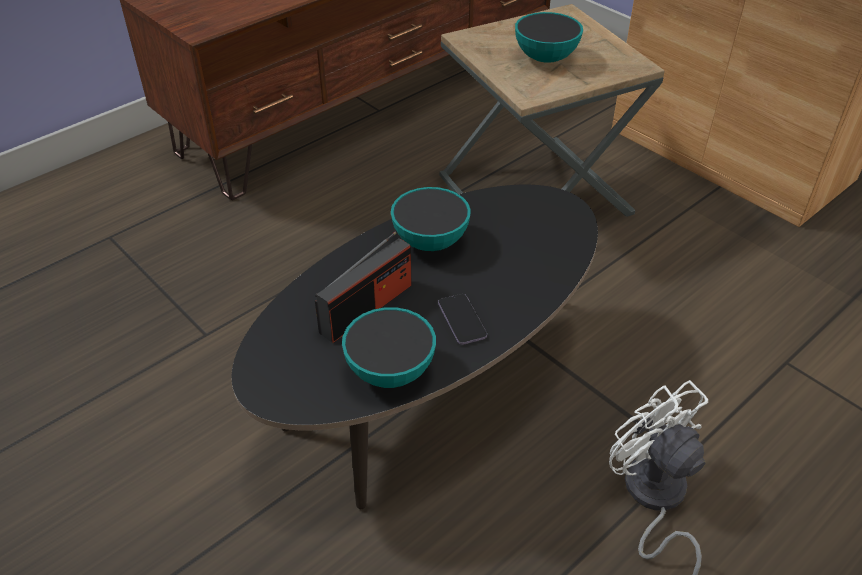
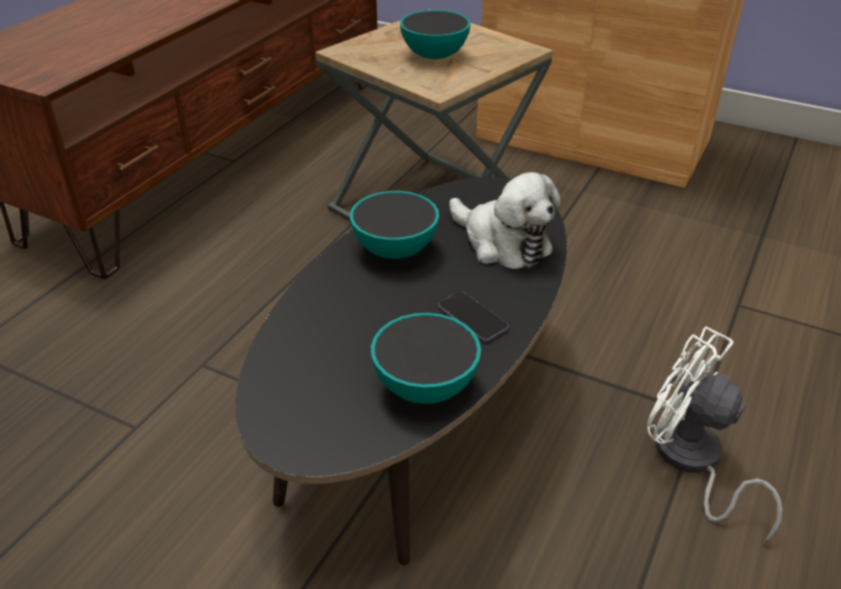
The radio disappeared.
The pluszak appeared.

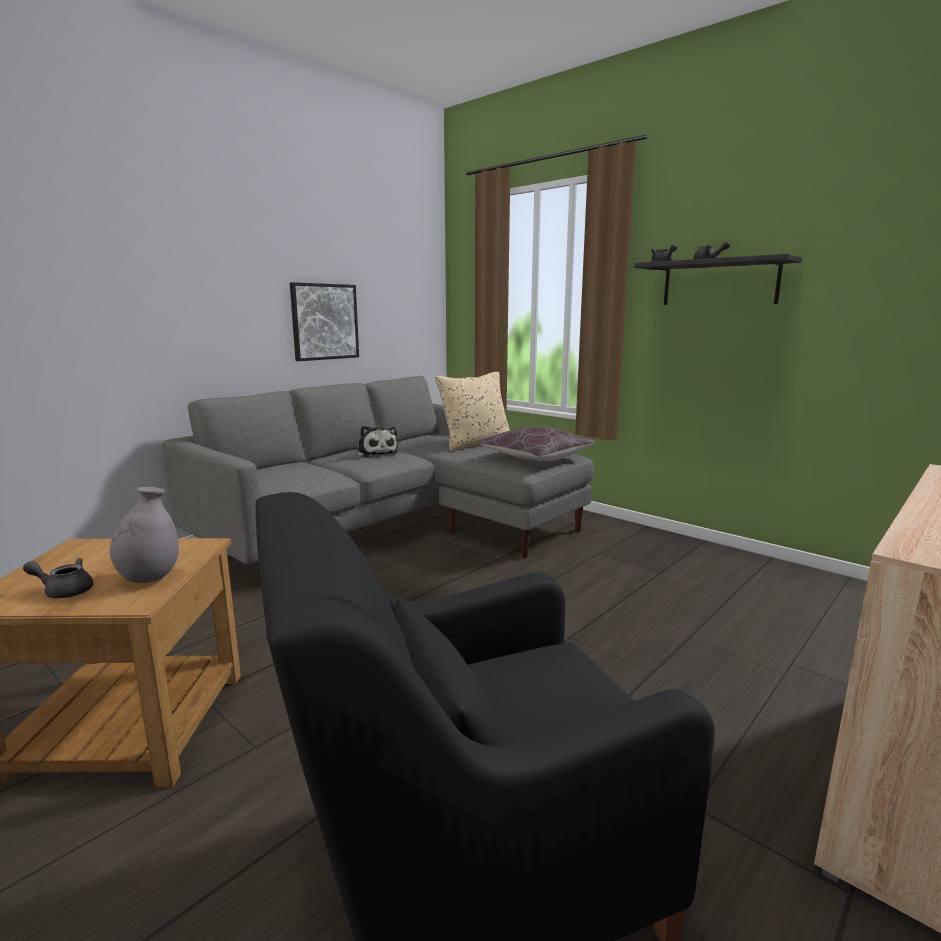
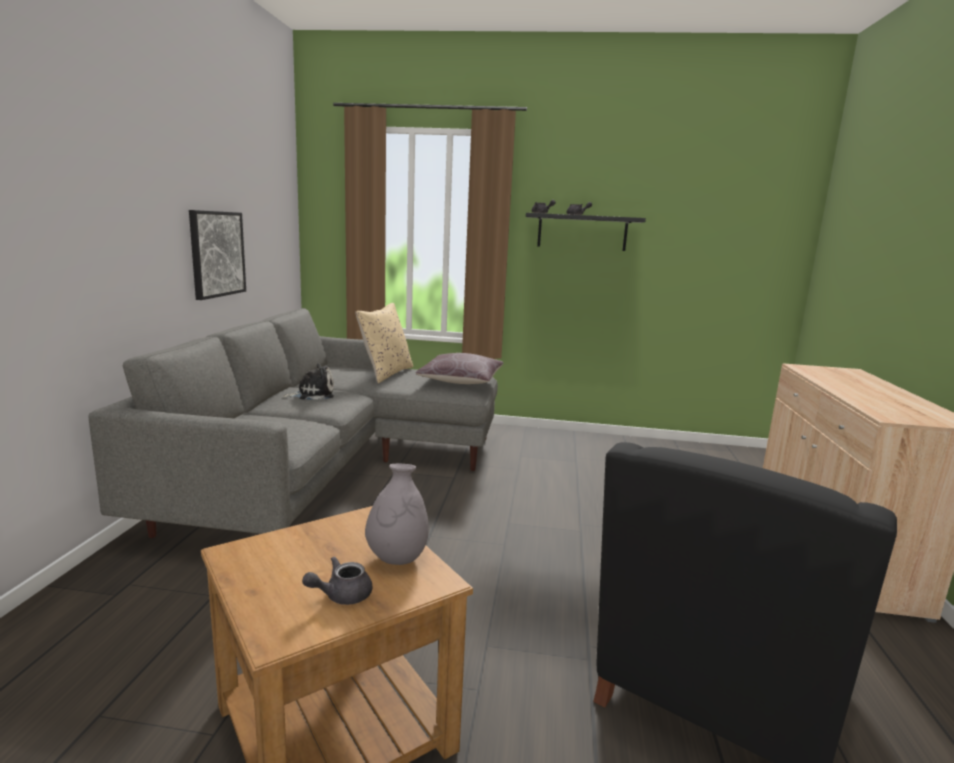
The pluszak turned 45 degrees counterclockwise.

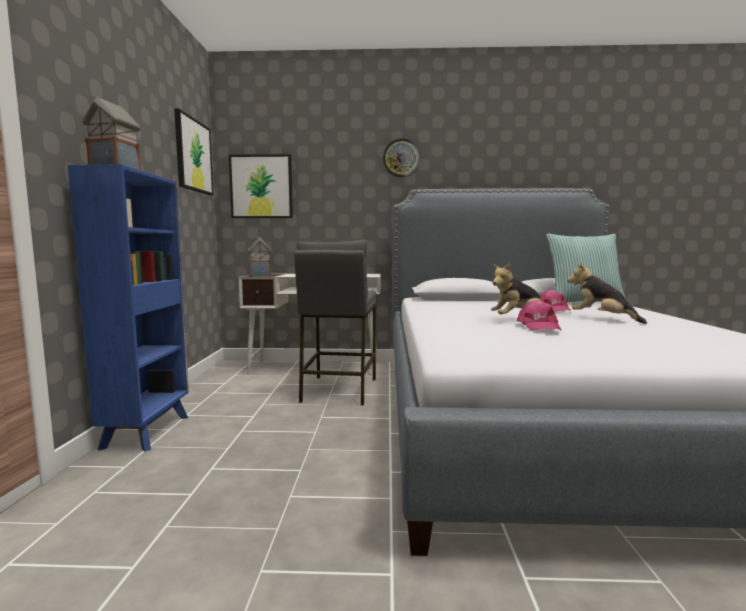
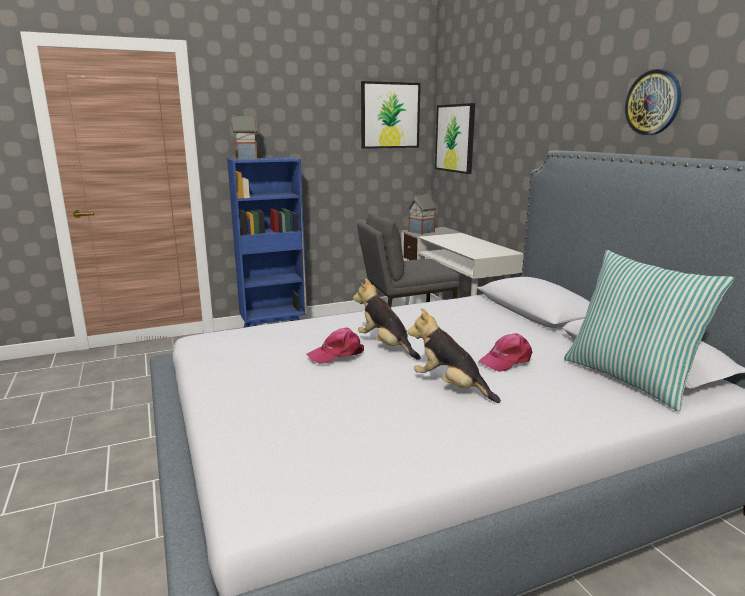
The zegar ścienny moved.
The pluszak (no. 2 from left) turned 75 degrees counterclockwise.

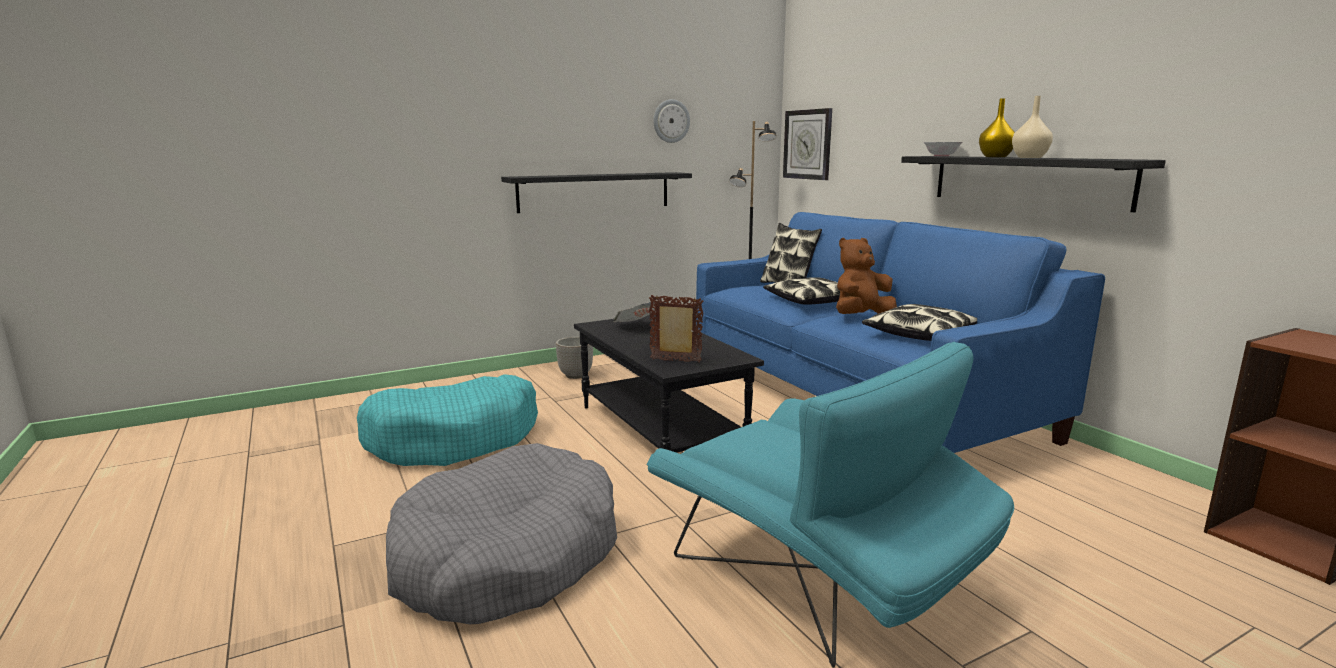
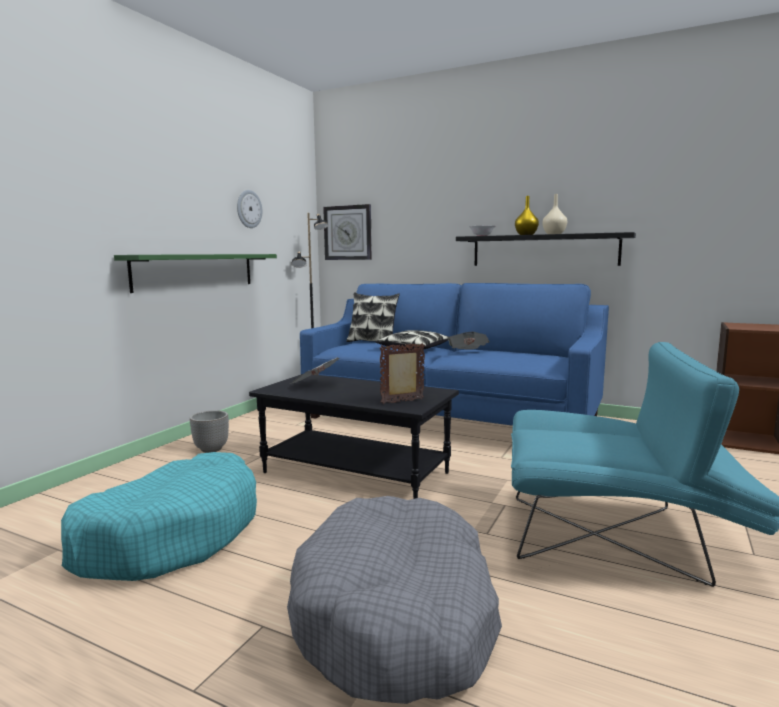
The poduszka (no. 3 from left) disappeared.
The pluszak/brązowy was replaced by the gazeta (no. 2 from left).
The półka/czarny (no. 1 from left) became the półka/zielony.

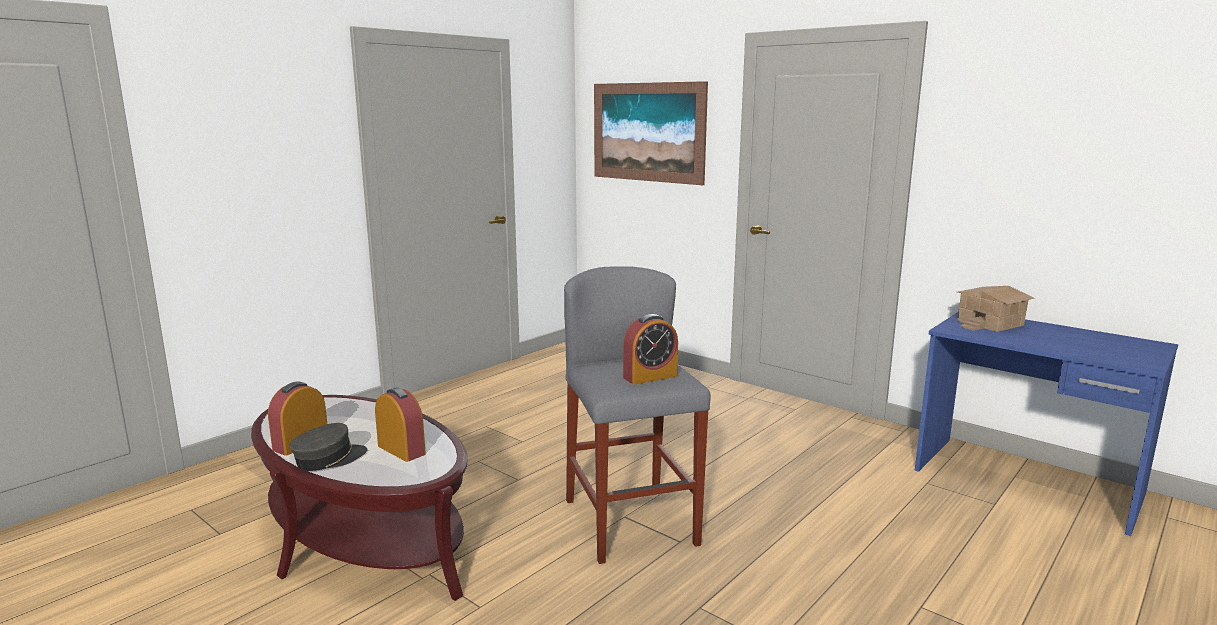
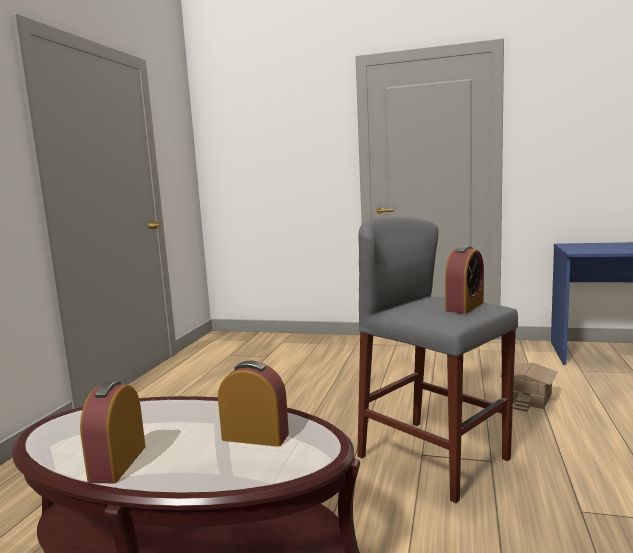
The czapka z daszkiem/szary disappeared.
The obraz disappeared.
The domek moved.

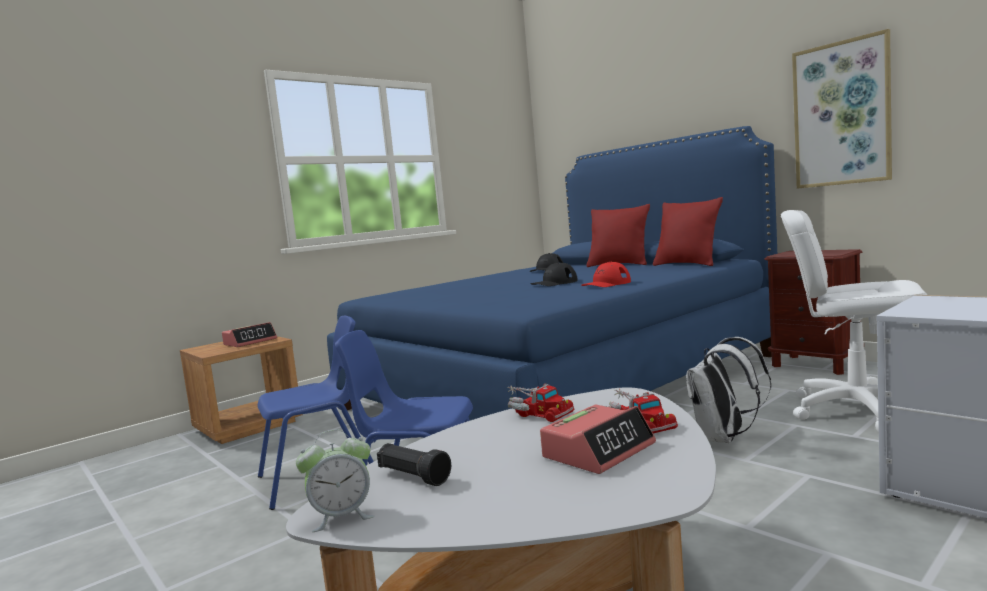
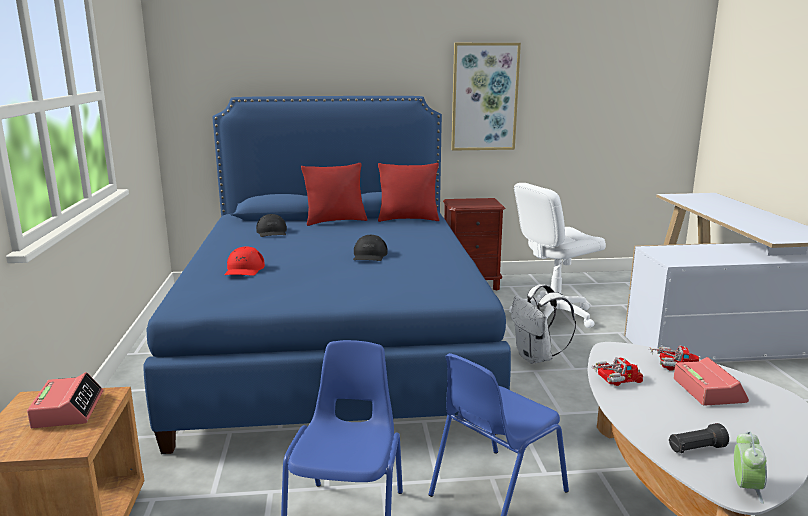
The czapka z daszkiem/czerwony moved.

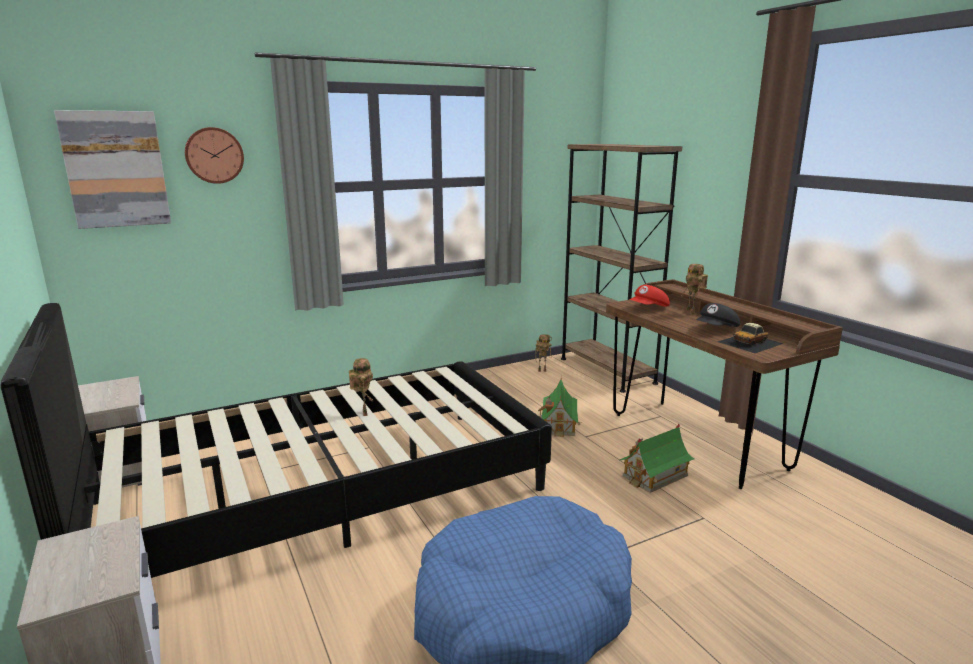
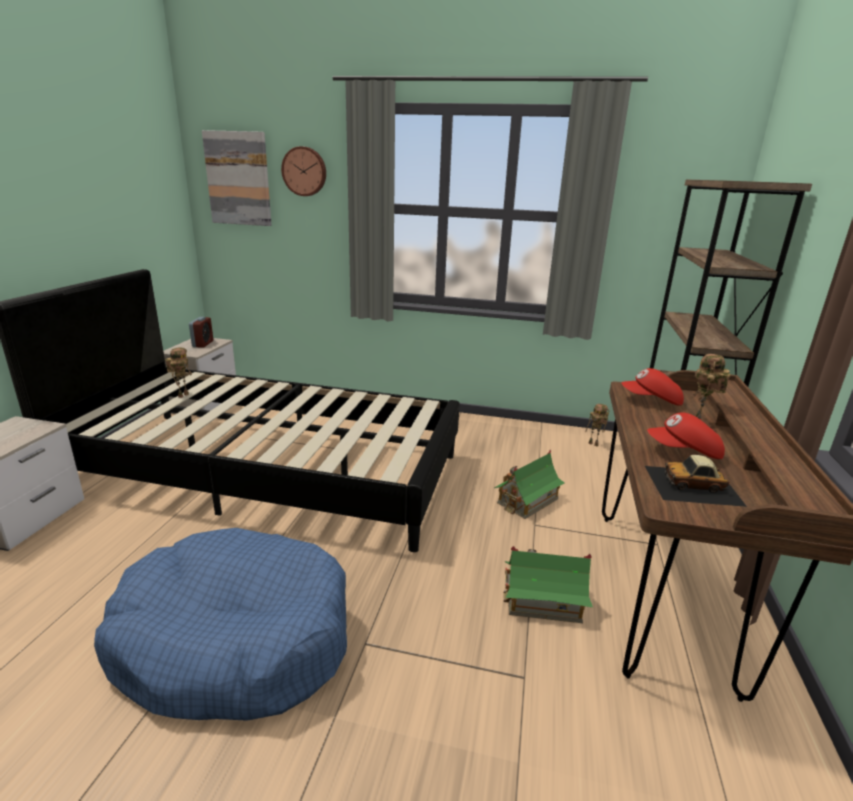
The budzik appeared.
The robot zabawkowy (no. 1 from left) moved.
The czapka z daszkiem/czarny became the czapka z daszkiem/czerwony (no. 2 from left).

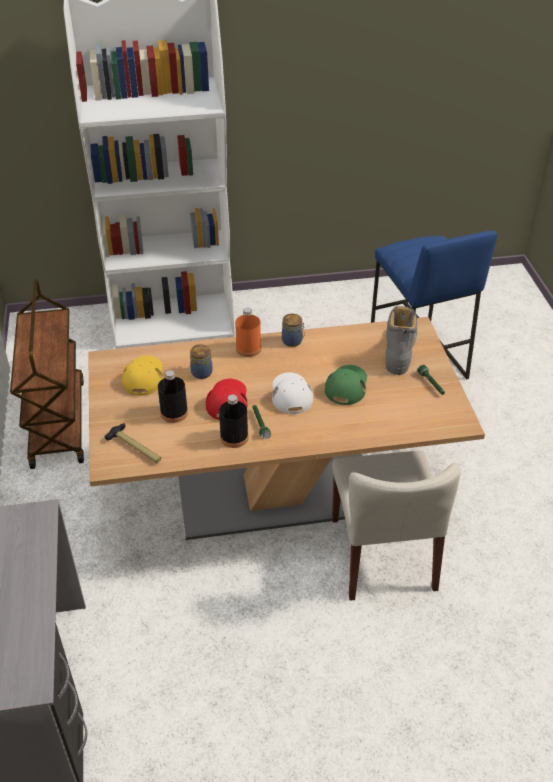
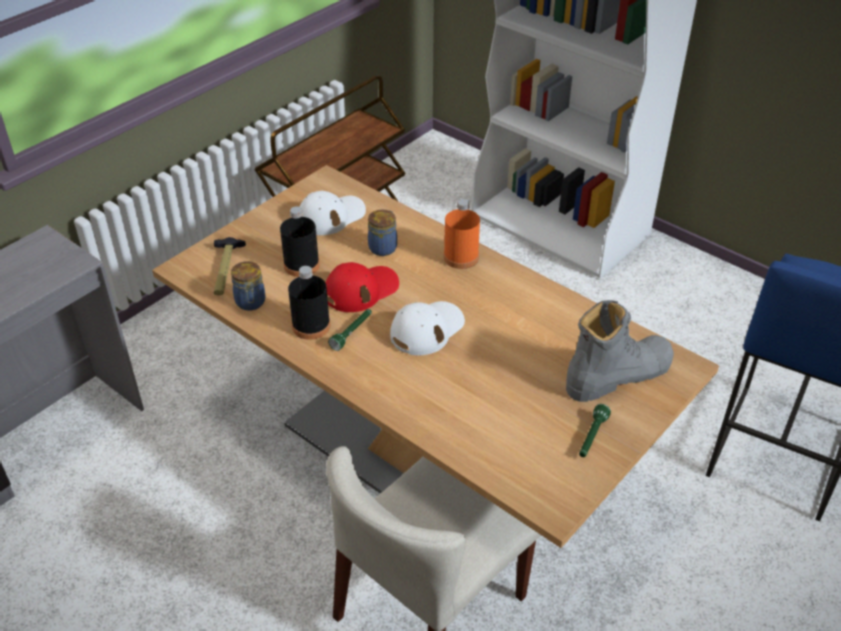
The czapka z daszkiem/zielony disappeared.
The słoik (no. 2 from left in the first image) moved.
The czapka z daszkiem/żółty became the czapka z daszkiem/biały (no. 1 from left).

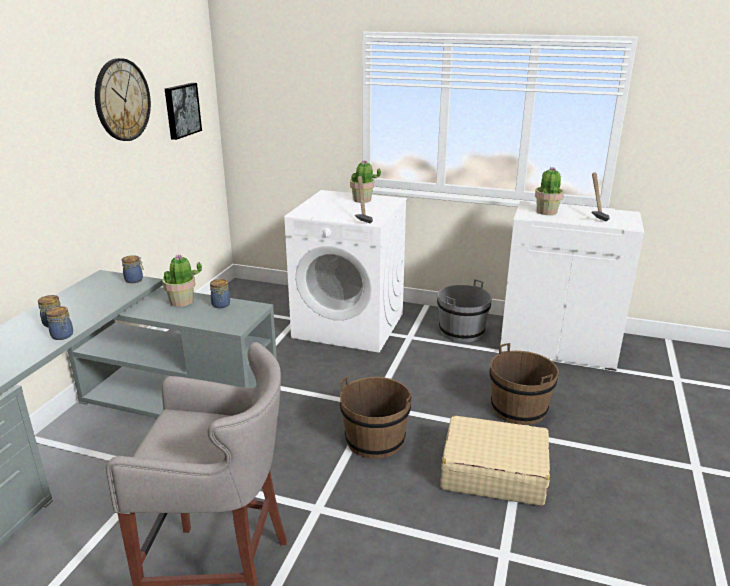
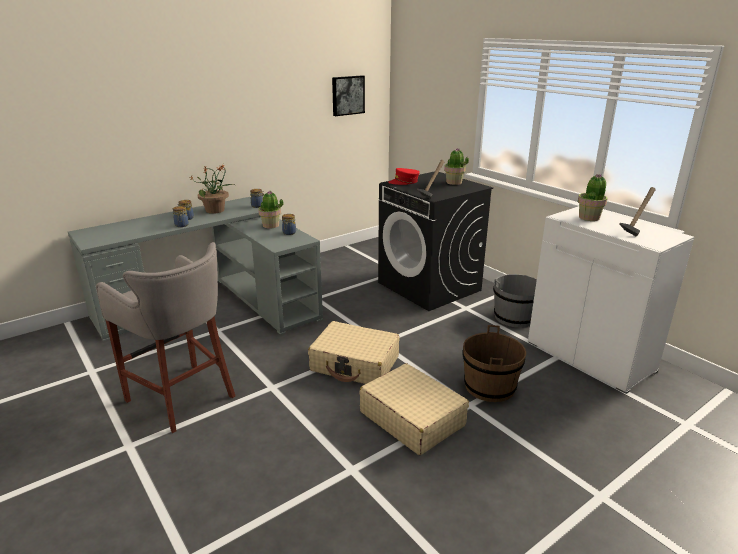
The zegar ścienny disappeared.
The roślina doniczkowa (no. 1 from left) appeared.
The czapka z daszkiem/czerwony appeared.
The wiadro/brązowy (no. 1 from left) was replaced by the walizka/beżowy (no. 1 from left).
The pralka/biały became the pralka/czarny.

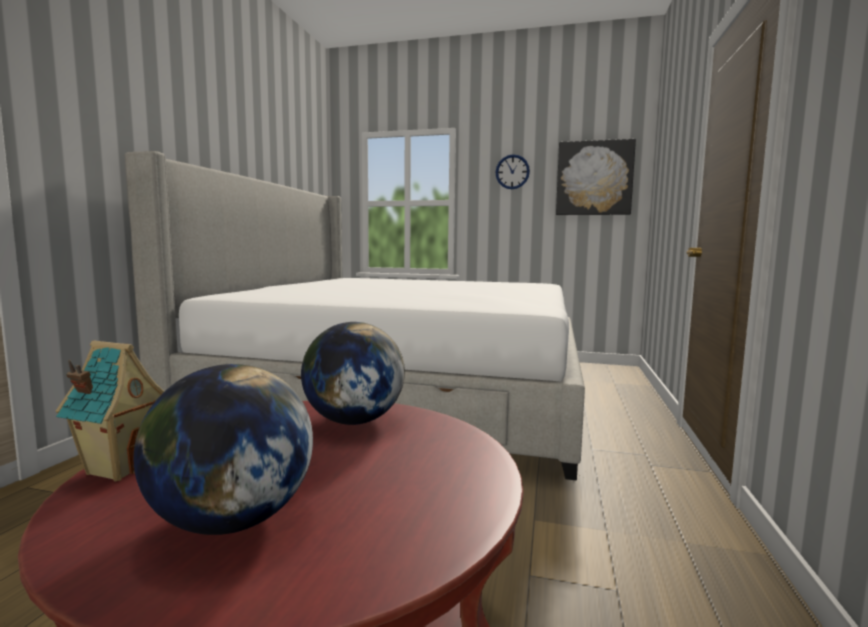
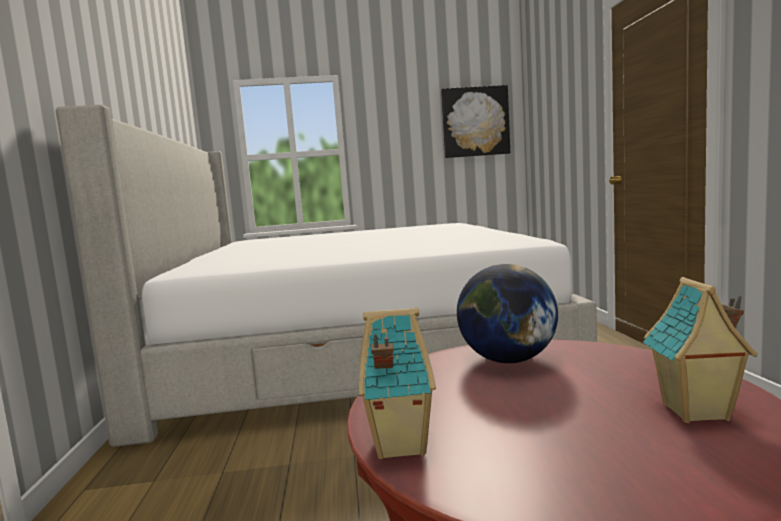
The globus (no. 1 from left) disappeared.
The zegar ścienny disappeared.
The domek (no. 2 from left) appeared.

